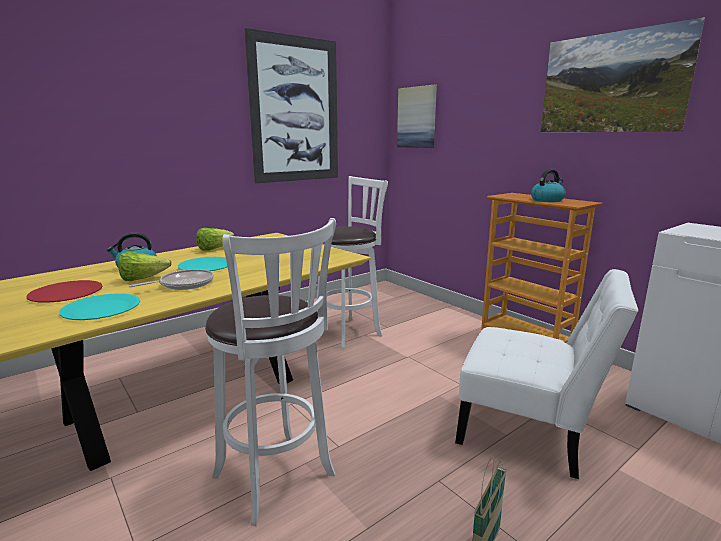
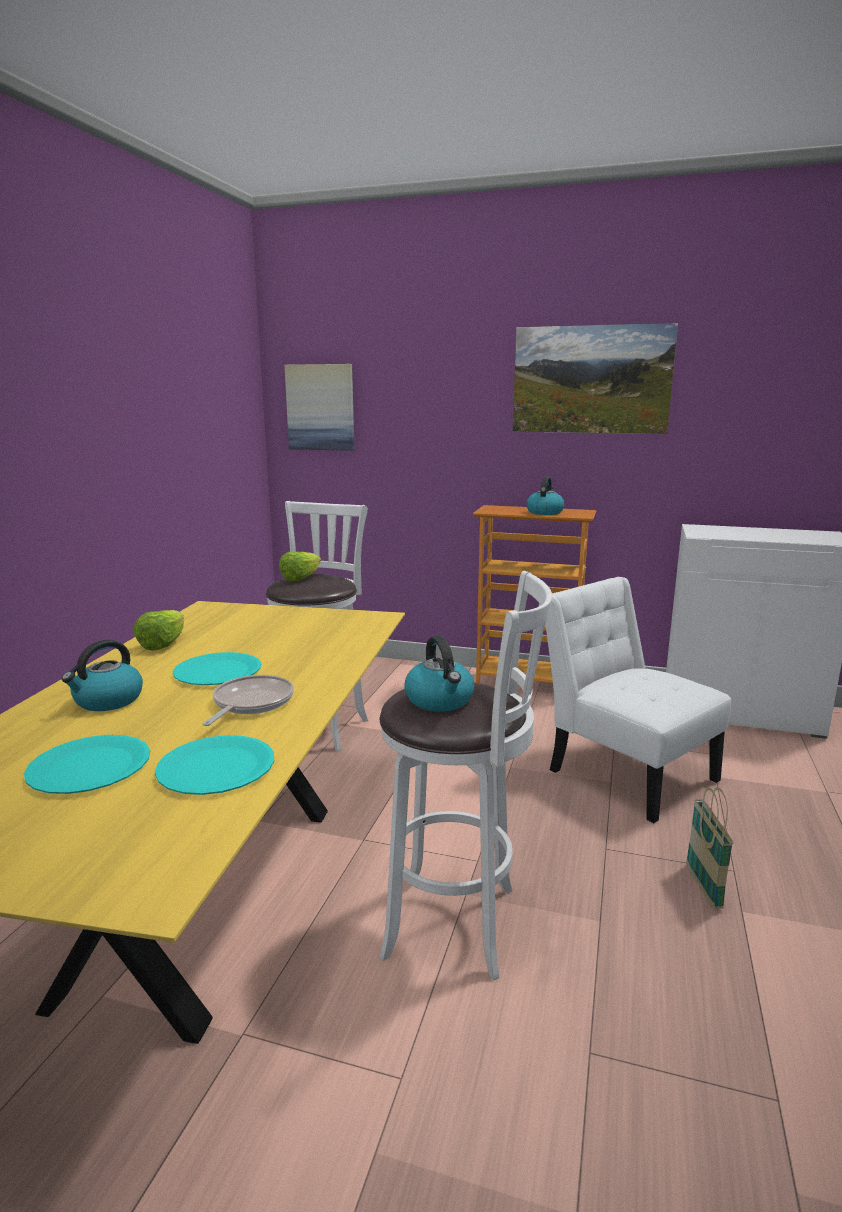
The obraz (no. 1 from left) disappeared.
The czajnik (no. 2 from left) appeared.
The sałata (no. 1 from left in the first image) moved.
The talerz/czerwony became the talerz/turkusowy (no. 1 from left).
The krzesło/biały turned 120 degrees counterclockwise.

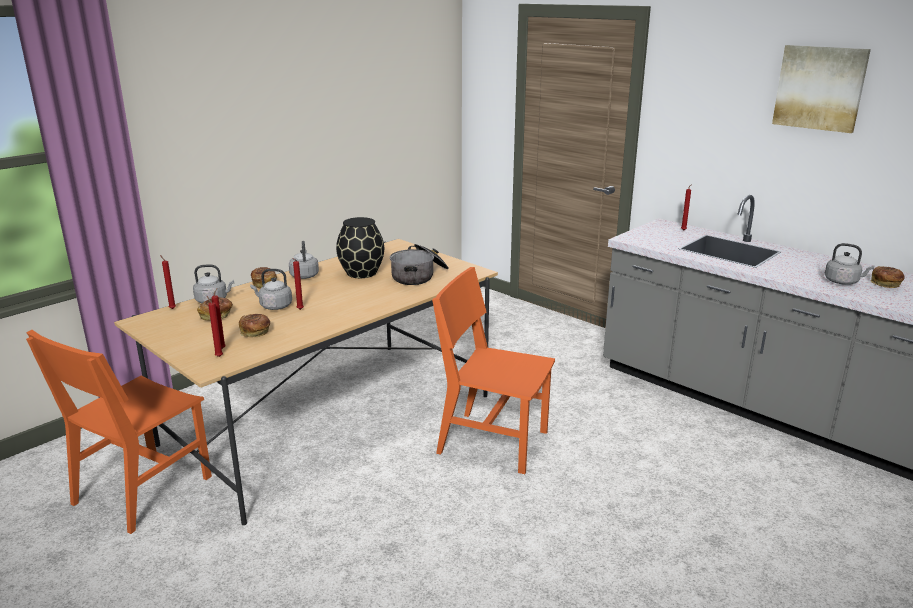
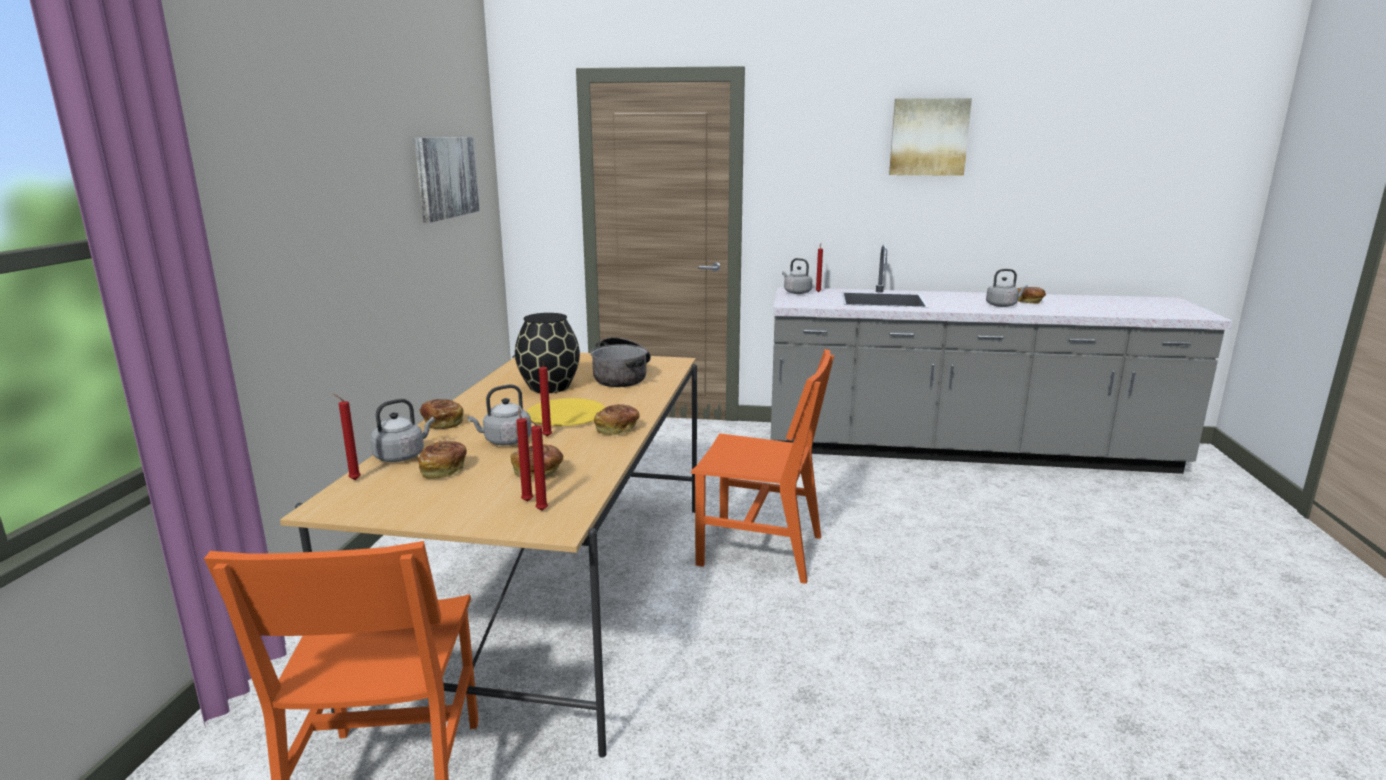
The obraz (no. 1 from left) appeared.
The talerz/żółty appeared.
The chleb (no. 4 from left) appeared.
The czajnik/szary (no. 3 from left) moved.
The krzesło/pomarańczowy (no. 2 from left) turned 150 degrees counterclockwise.

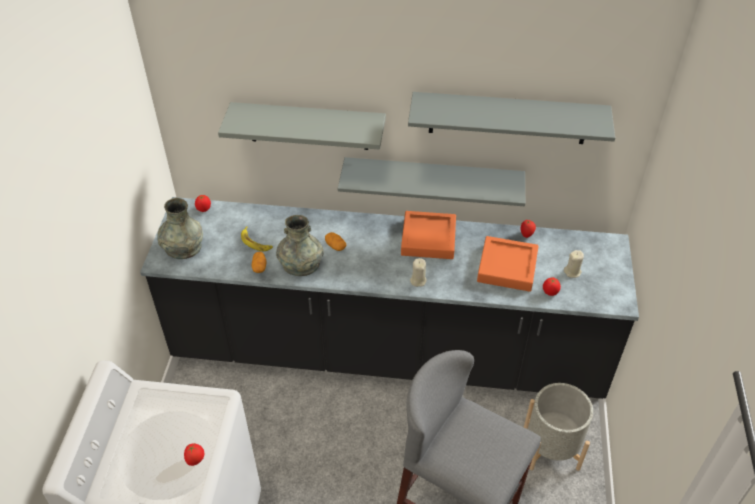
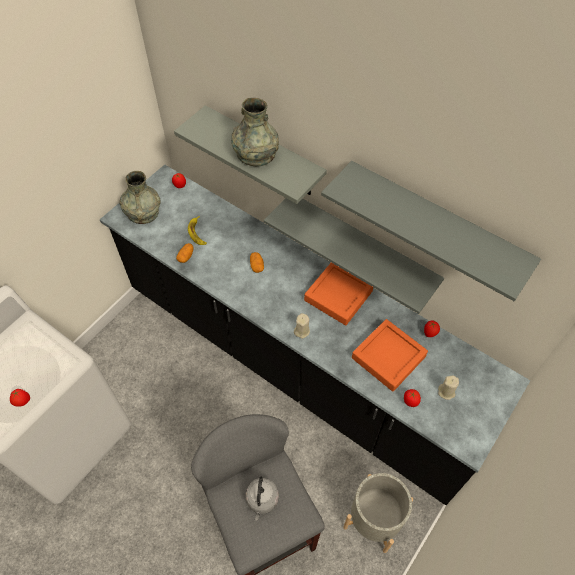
The czajnik/szary appeared.
The wazon/szary (no. 2 from left) moved.

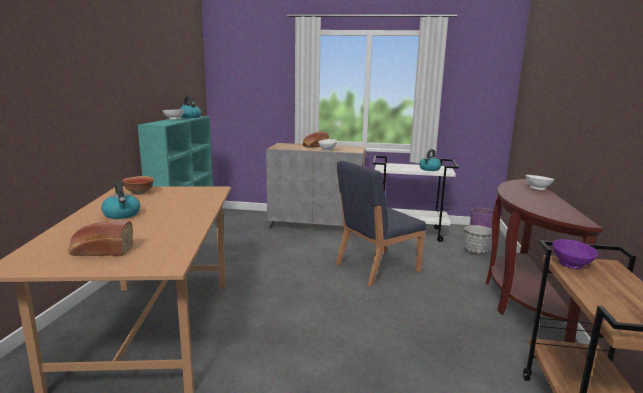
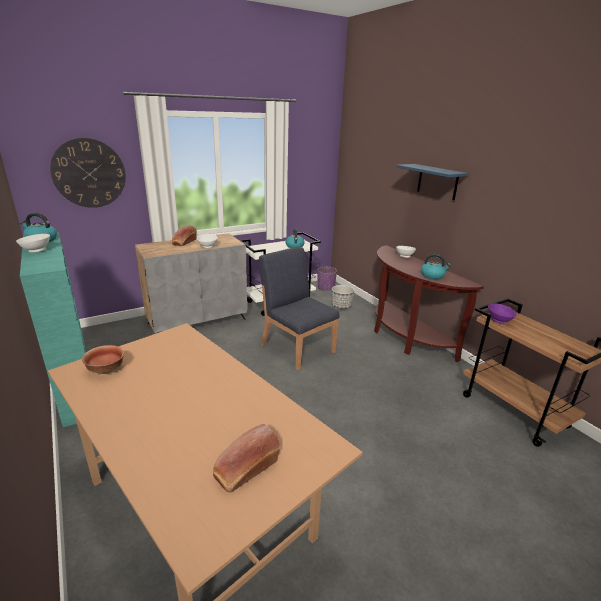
The zegar ścienny appeared.
The półka/niebieski appeared.
The czajnik (no. 1 from left in the first image) moved.
The krzesło/niebieski turned 120 degrees clockwise.

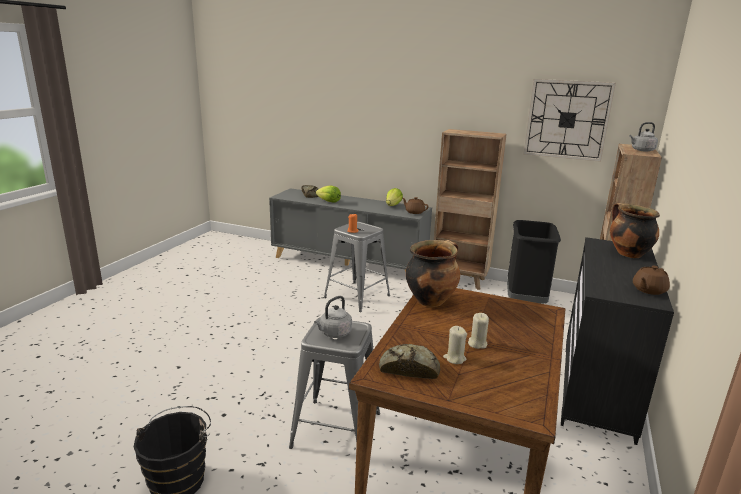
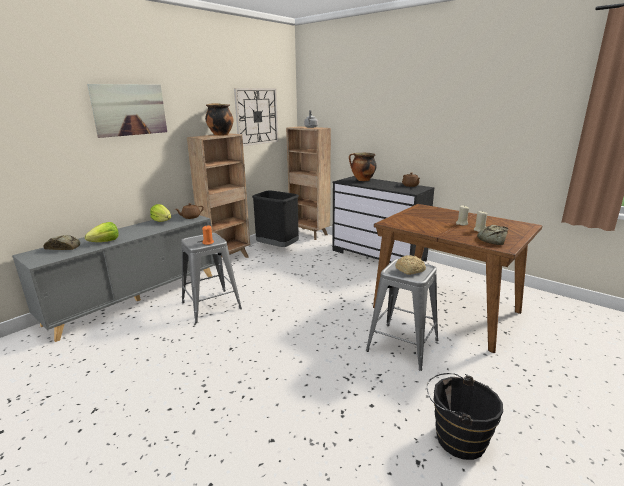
The obraz appeared.
The garnek (no. 1 from left) moved.
The czajnik/szary (no. 1 from left) was replaced by the chleb (no. 2 from left).

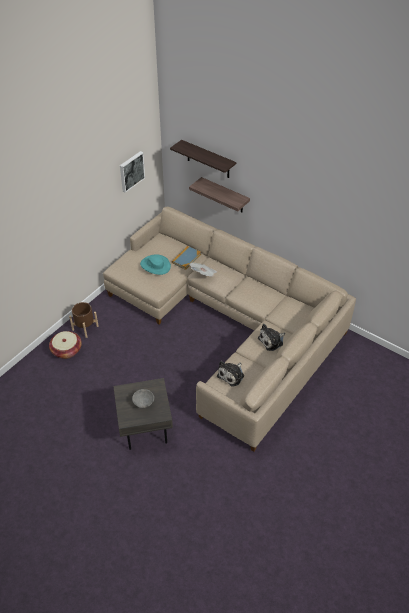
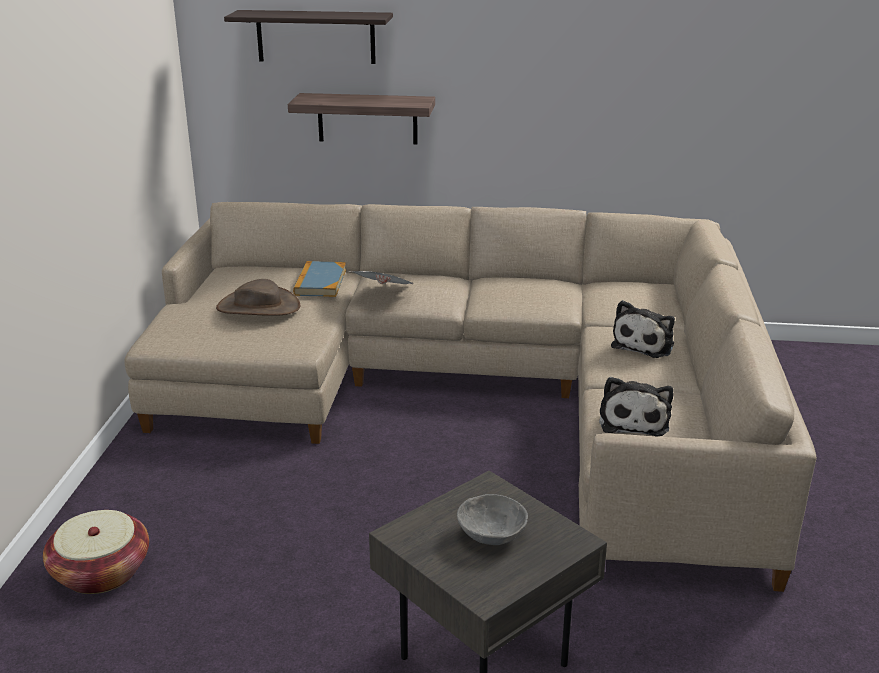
The donica/brązowy disappeared.
The obraz disappeared.
The kapelusz/turkusowy became the kapelusz/brązowy.

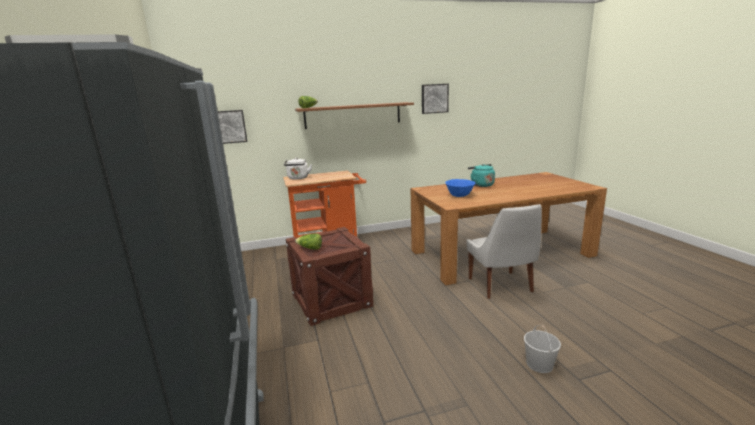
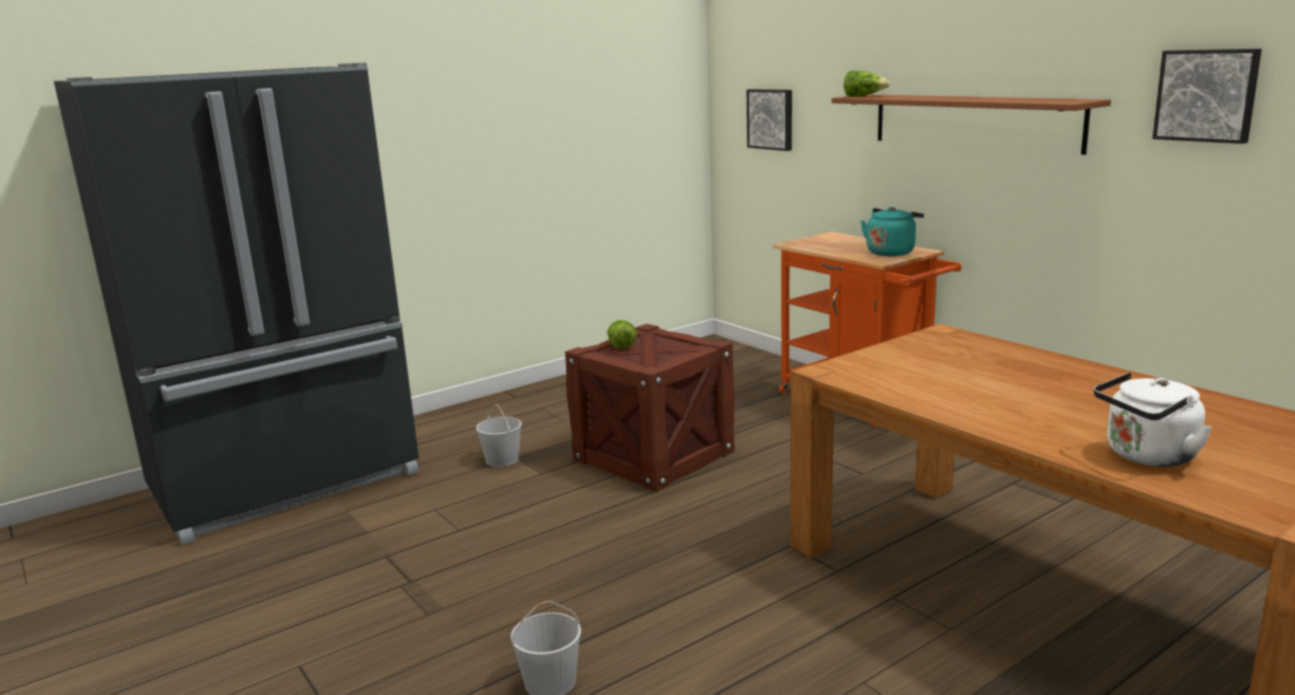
The miska/niebieski disappeared.
The krzesło/biały disappeared.
The wiadro/biały (no. 1 from left) appeared.
The czajnik/biały moved.
The czajnik/turkusowy moved.

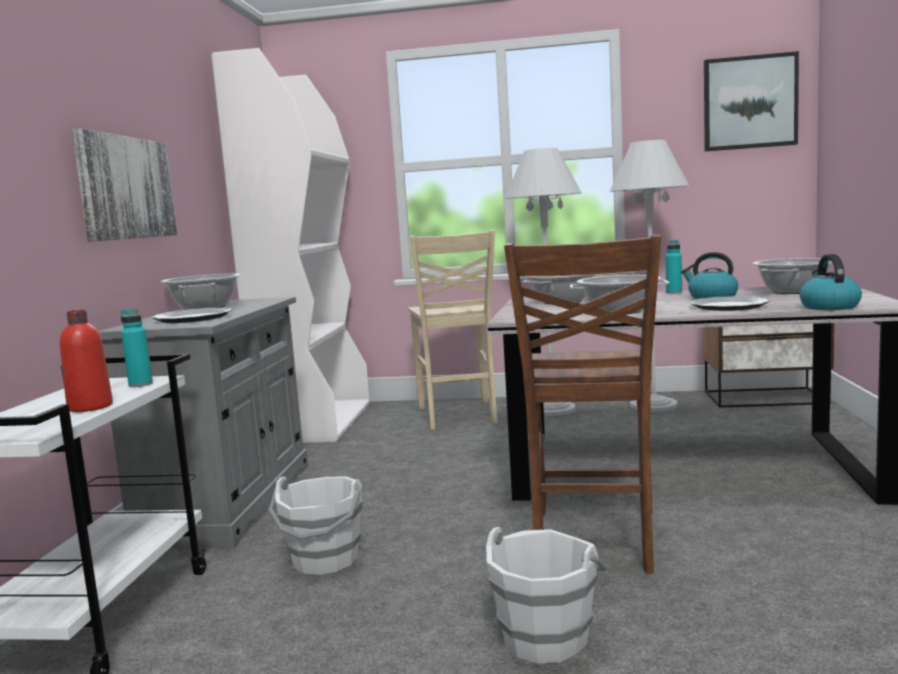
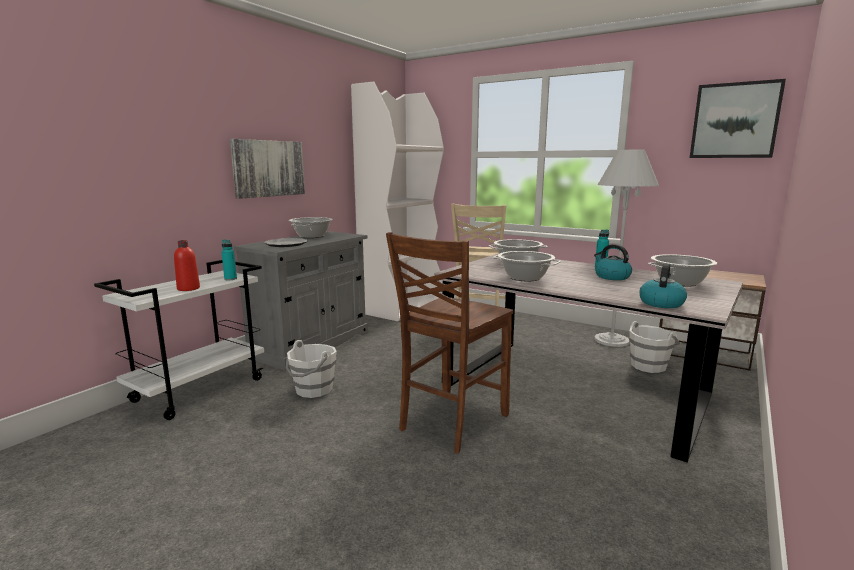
The lampa stojąca/biały (no. 1 from left) disappeared.
The talerz (no. 2 from left) disappeared.
The wiadro/biały (no. 2 from left) moved.

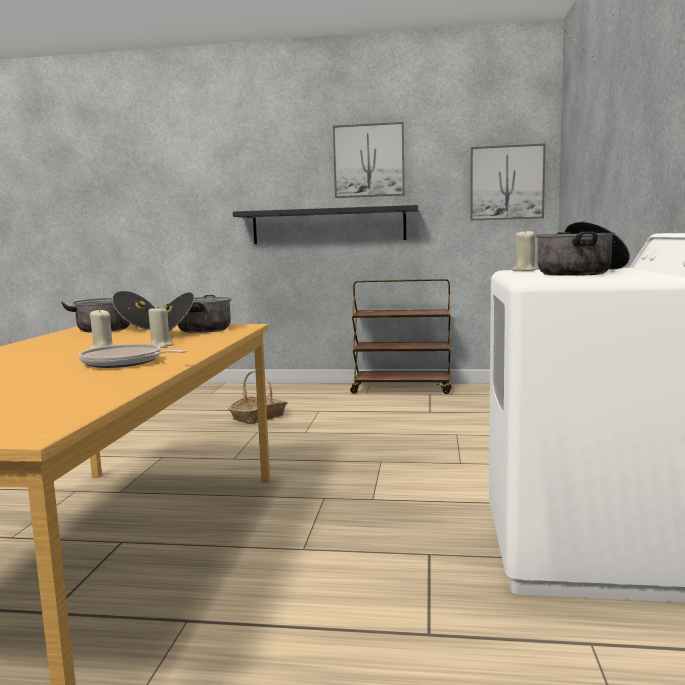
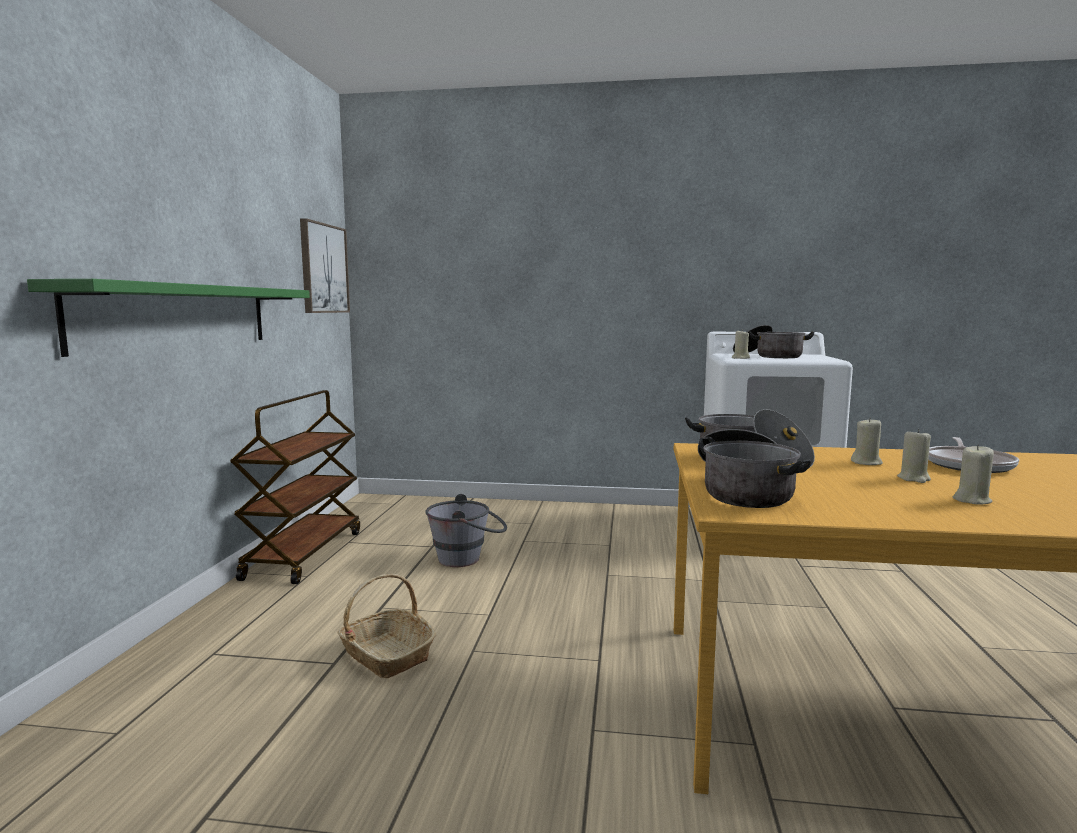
The obraz (no. 1 from left) disappeared.
The wiadro/szary appeared.
The świeca/beżowy (no. 4 from left) appeared.
The półka/czarny became the półka/zielony.

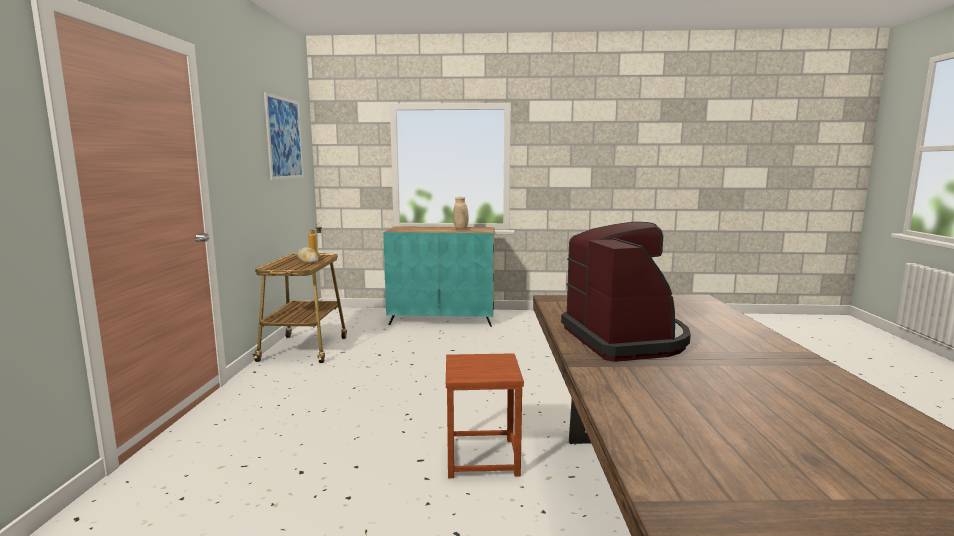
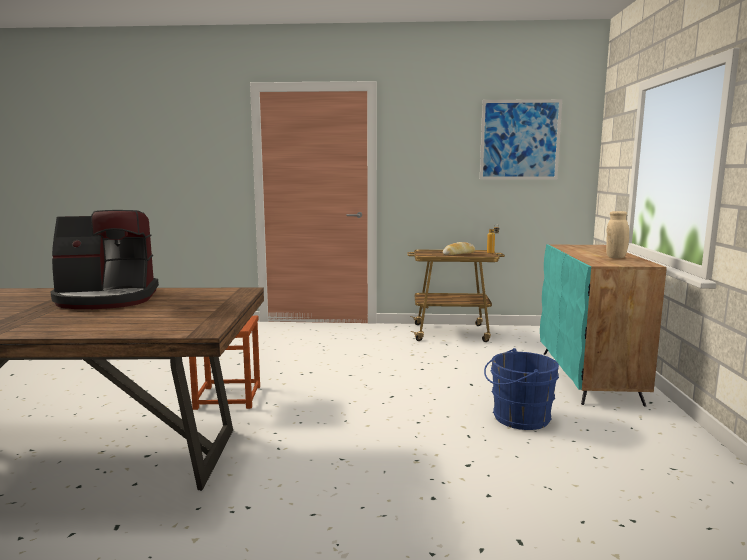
The wiadro/niebieski appeared.

